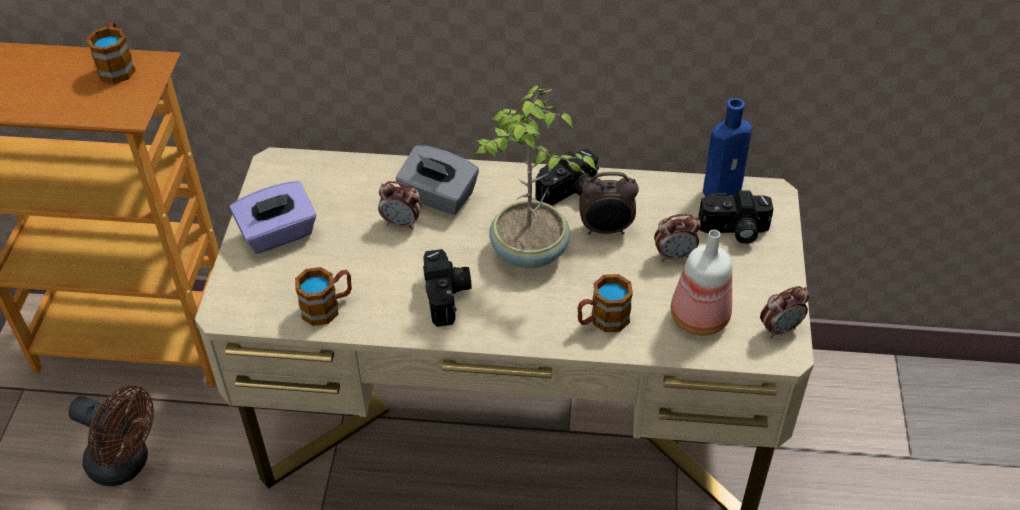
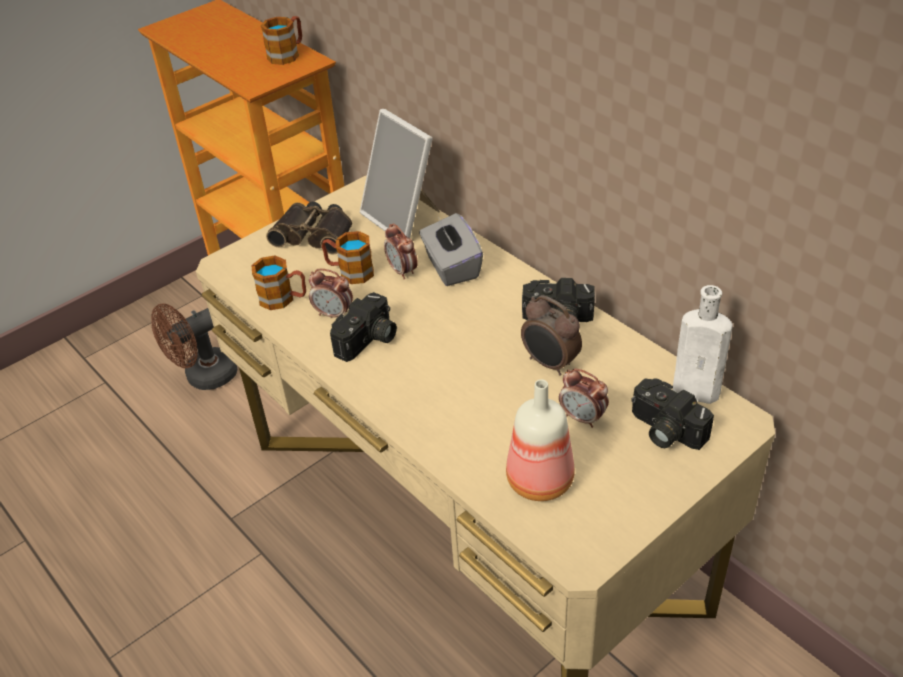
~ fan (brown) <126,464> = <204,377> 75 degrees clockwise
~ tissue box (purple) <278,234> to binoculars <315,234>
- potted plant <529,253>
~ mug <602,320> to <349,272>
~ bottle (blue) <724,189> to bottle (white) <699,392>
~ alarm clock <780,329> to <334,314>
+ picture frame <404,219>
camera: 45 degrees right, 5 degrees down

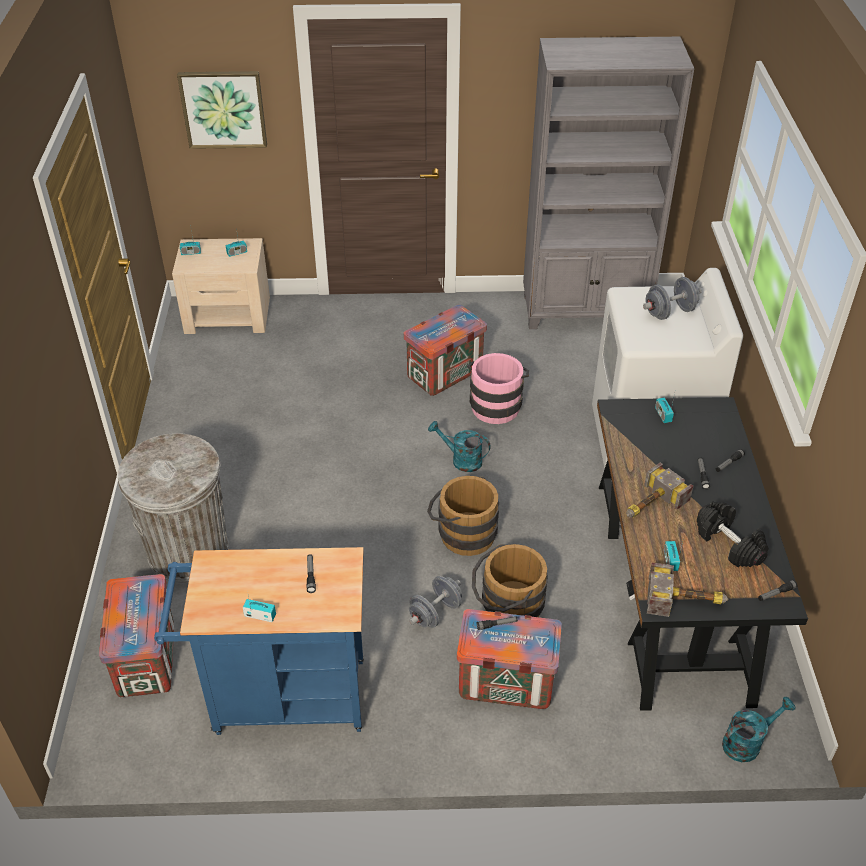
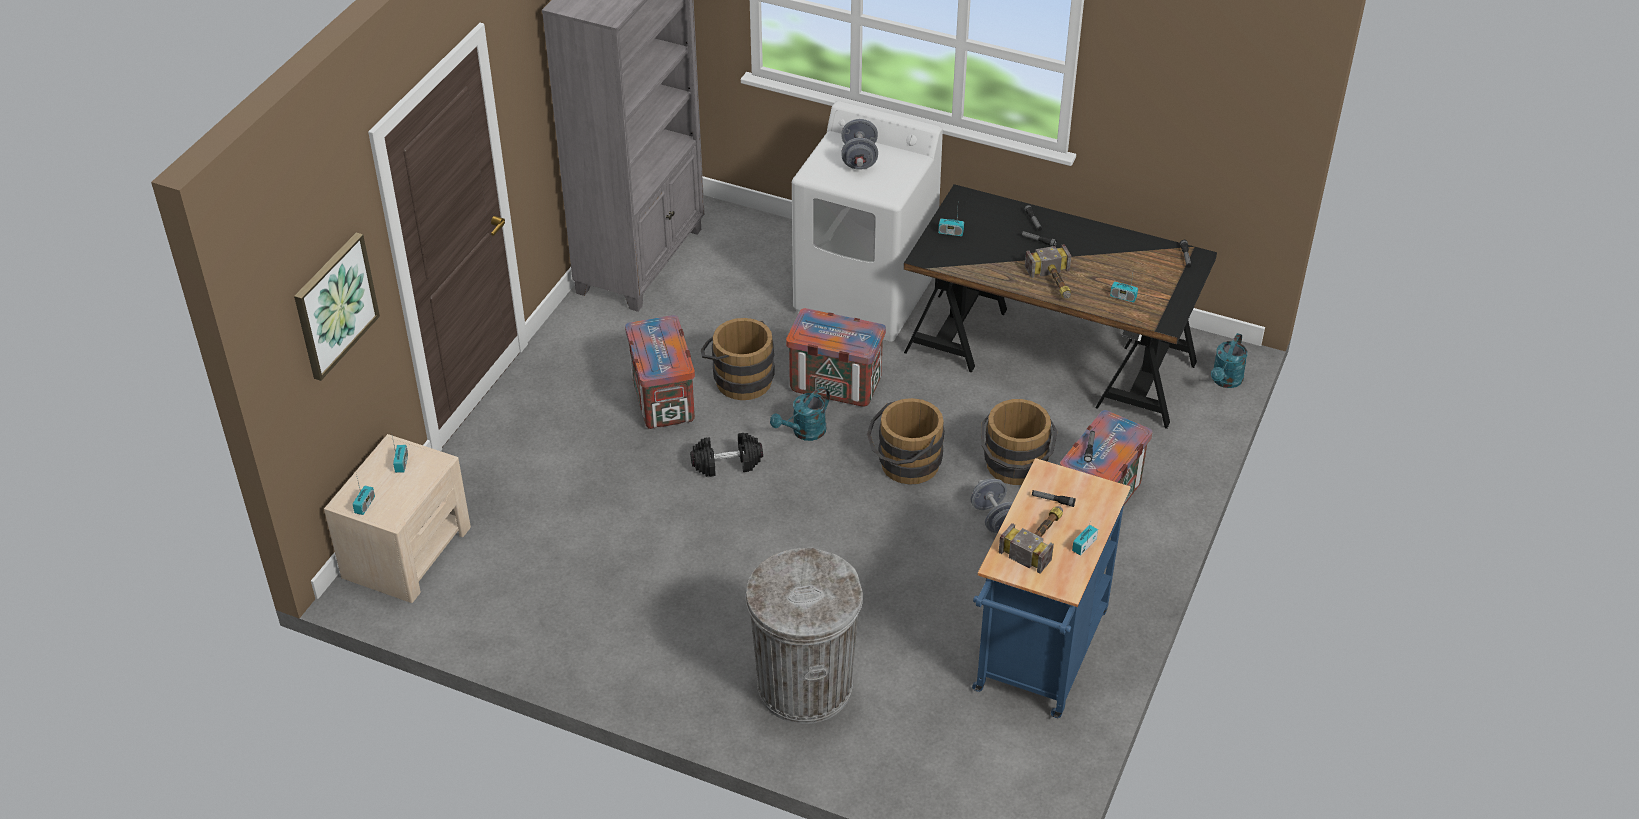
~ crate <147,659> to <834,385>
~ bucket (pink) <496,404> to bucket (brown) <739,378>
~ hammer <686,600> to <1039,539>
~ dumbbell (black) <729,544> to <727,463>
~ watering can (turquoise) <747,742> = <1225,381> 150 degrees counterclockwise
camera: 65 degrees left, 0 degrees up

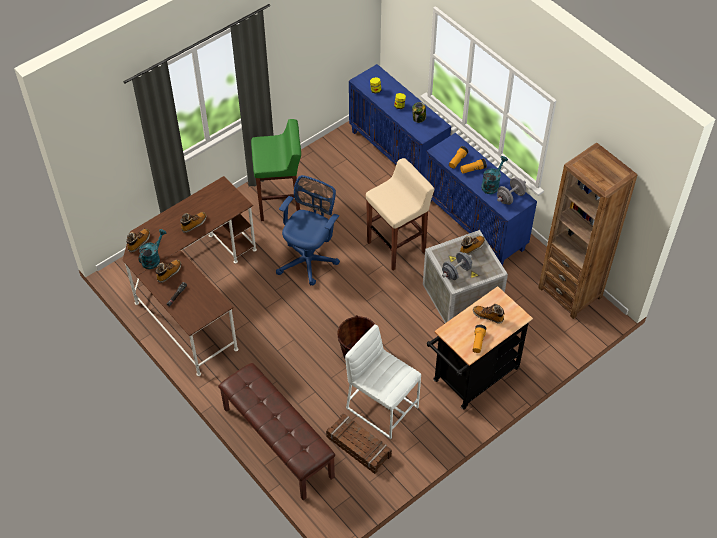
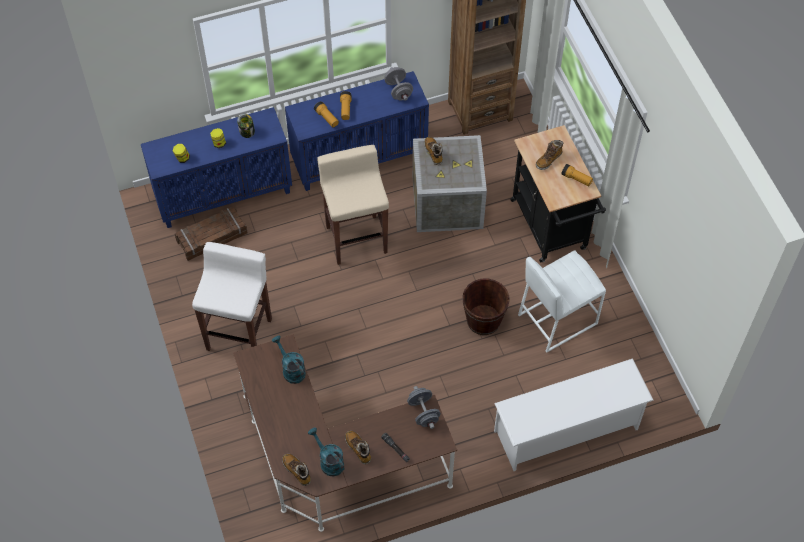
- boot <194,224>
~ bench (brown) <277,442> to shoe rack (white) <566,430>
~ stool (green) <280,203> to stool (white) <240,333>
- office chair (blue) <309,259>
~ crate <358,447> to <212,237>
~ dumbbell (grey) <456,272> to <423,413>
~ watering can (turquoise) <492,184> to <291,369>
camera: 70 degrees left, 5 degrees up

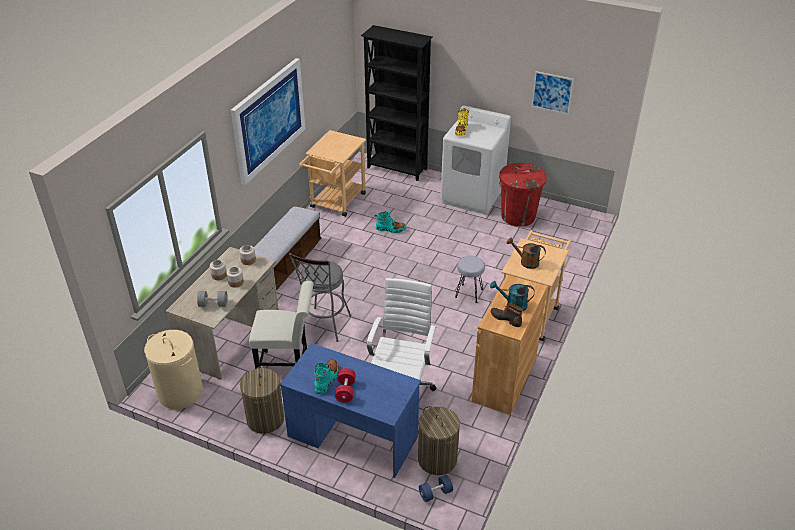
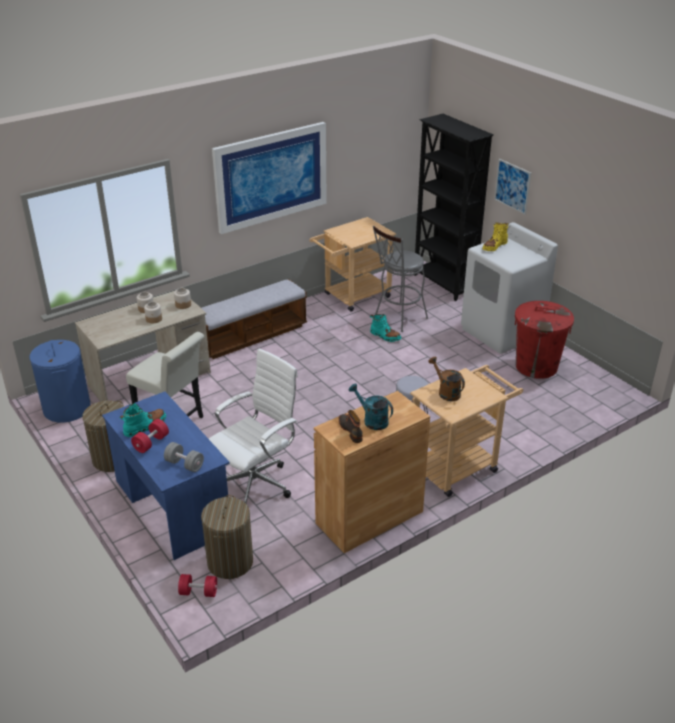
~ laundry basket (beige) <180,392> to laundry basket (blue) <66,408>
~ dumbbell (grey) <213,304> to <184,464>
~ stool (grey) <324,327> to <397,319>
~ dumbbell (blue) <435,493> to dumbbell (red) <198,592>
~ picture <552,92> to <512,186>
camera: 30 degrees right, 5 degrees down

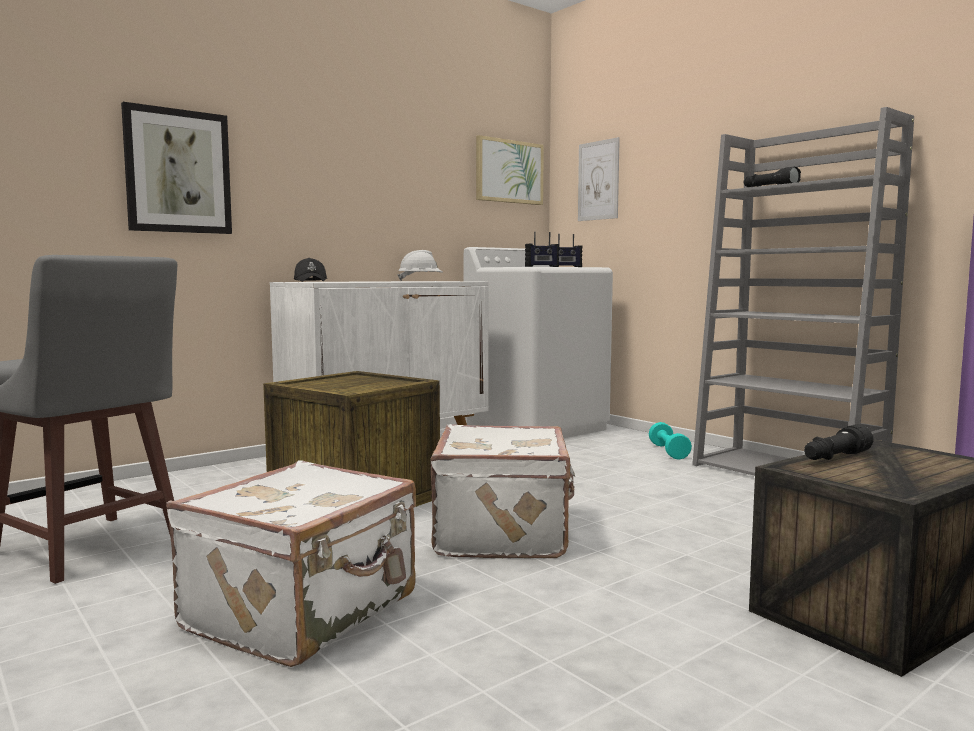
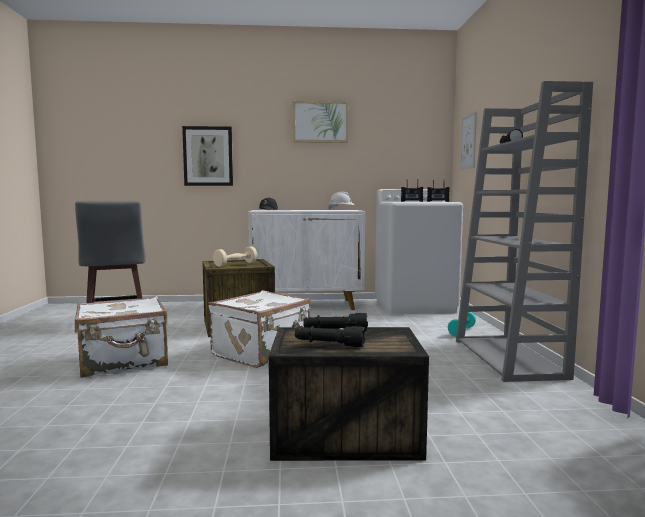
~ picture <509,171> to <320,122>
+ dumbbell (beige) <235,264>
+ flashlight (black) <329,344>
camera: 35 degrees right, 0 degrees up

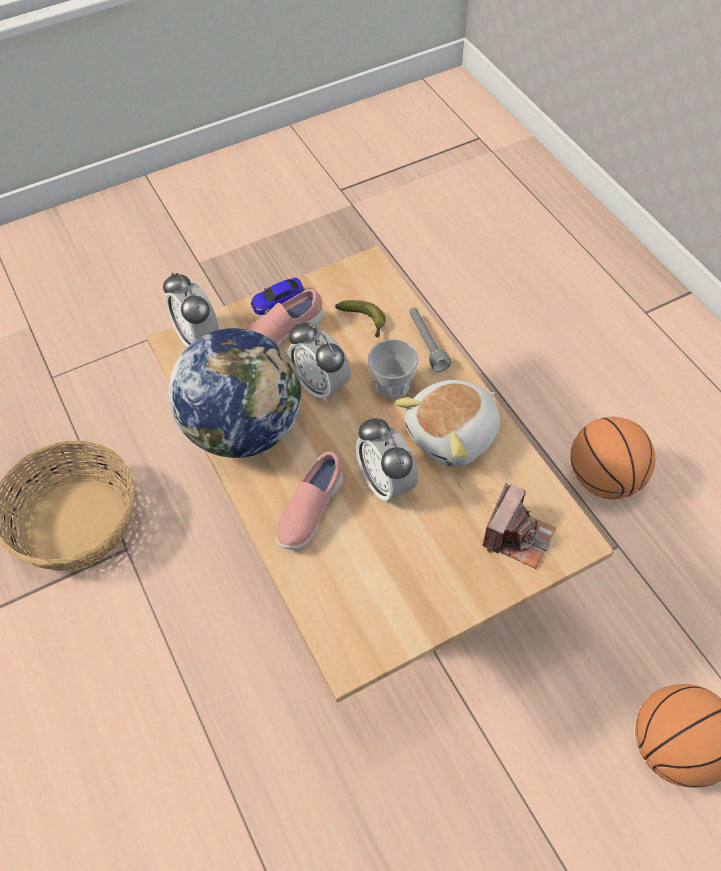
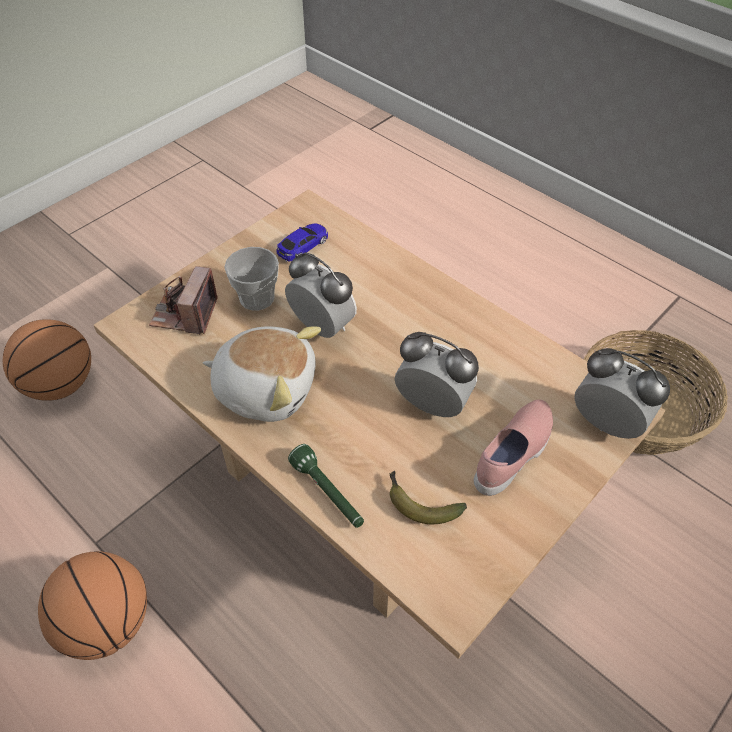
- globe <244,428>
~ toy car <278,301> to <303,247>
- shoe (pink) <309,511>
~ cup <392,385> to <257,298>
~ plush toy <453,435> = <266,388> 75 degrees clockwise
~ flashlight (grey) <426,343> to flashlight (green) <328,493>
camera: 160 degrees right, 5 degrees down

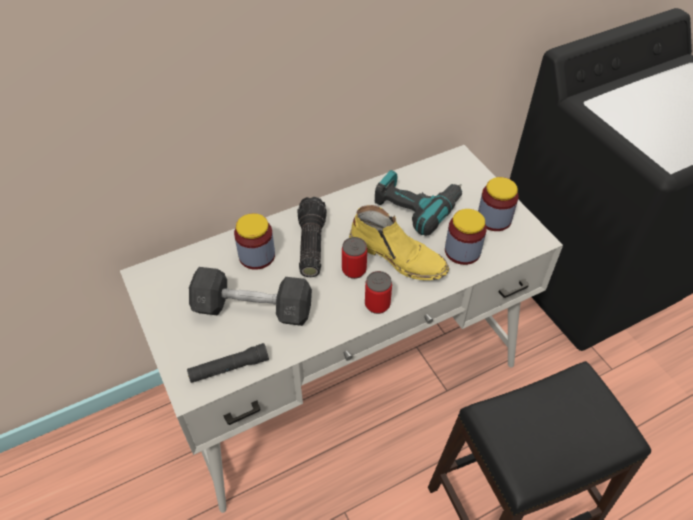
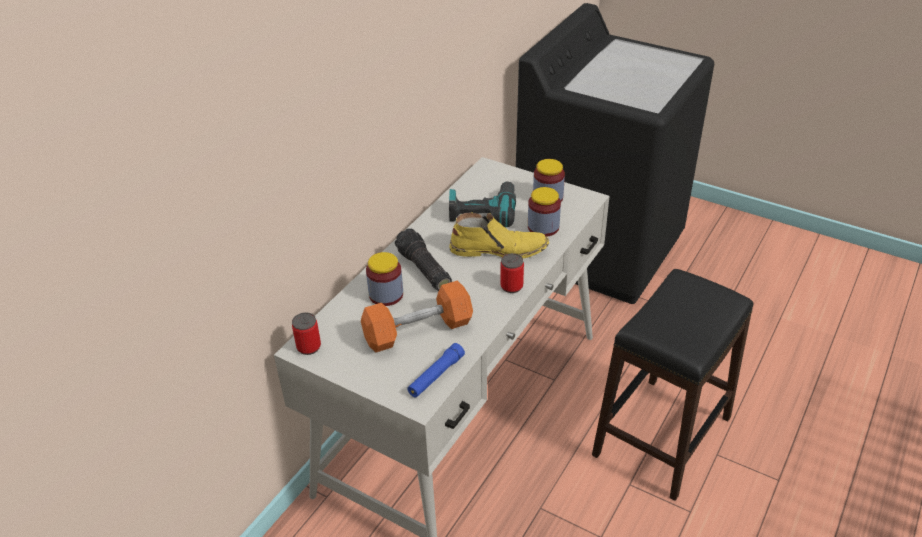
~ flashlight (black) <229,368> to flashlight (blue) <436,376>
~ dumbbell (grey) <253,309> to dumbbell (orange) <418,330>
~ can <354,270> to <309,347>
camera: 30 degrees left, 10 degrees down

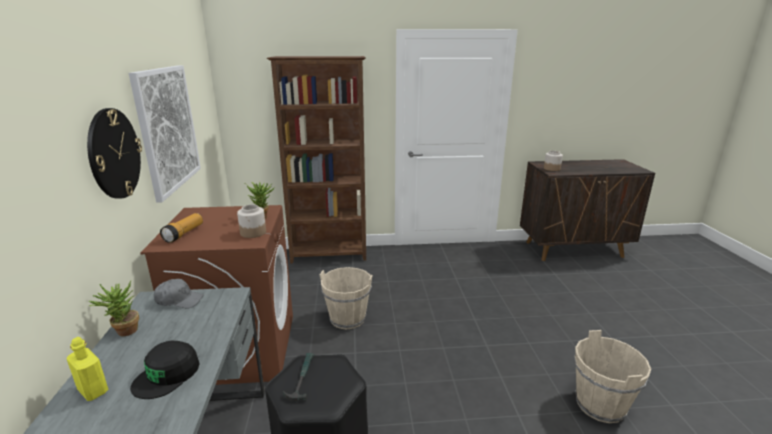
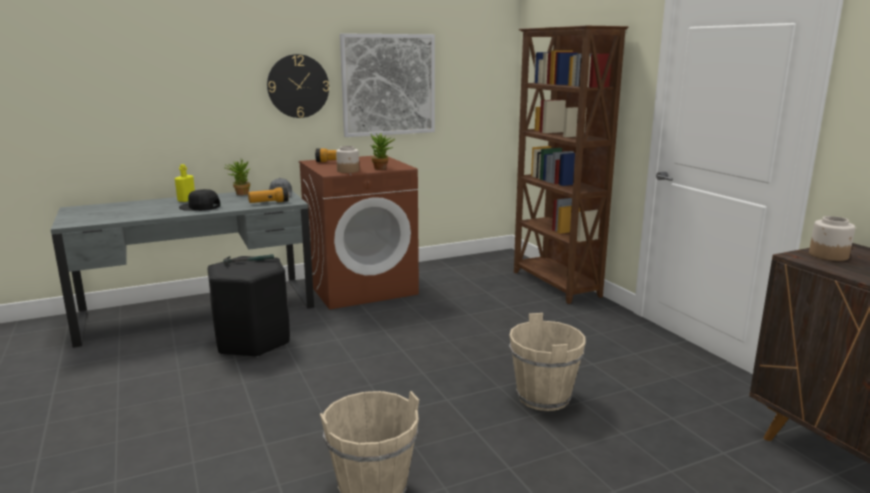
~ bucket (beige) <348,318> to <544,397>
+ flashlight <269,202>
camera: 70 degrees right, 5 degrees down

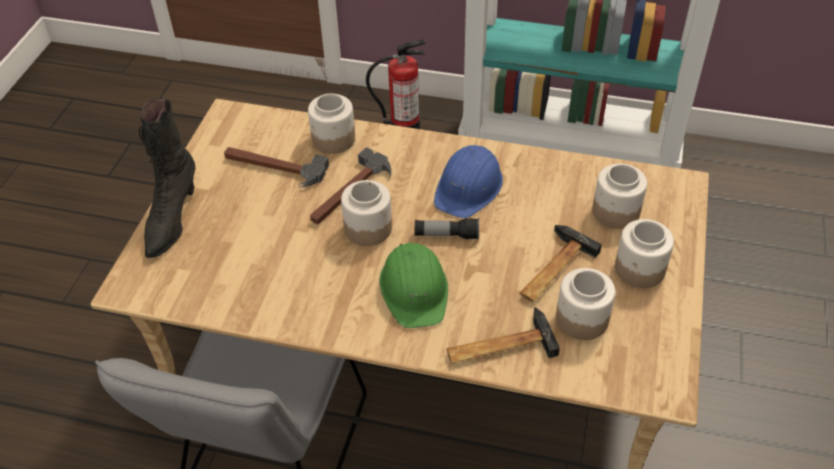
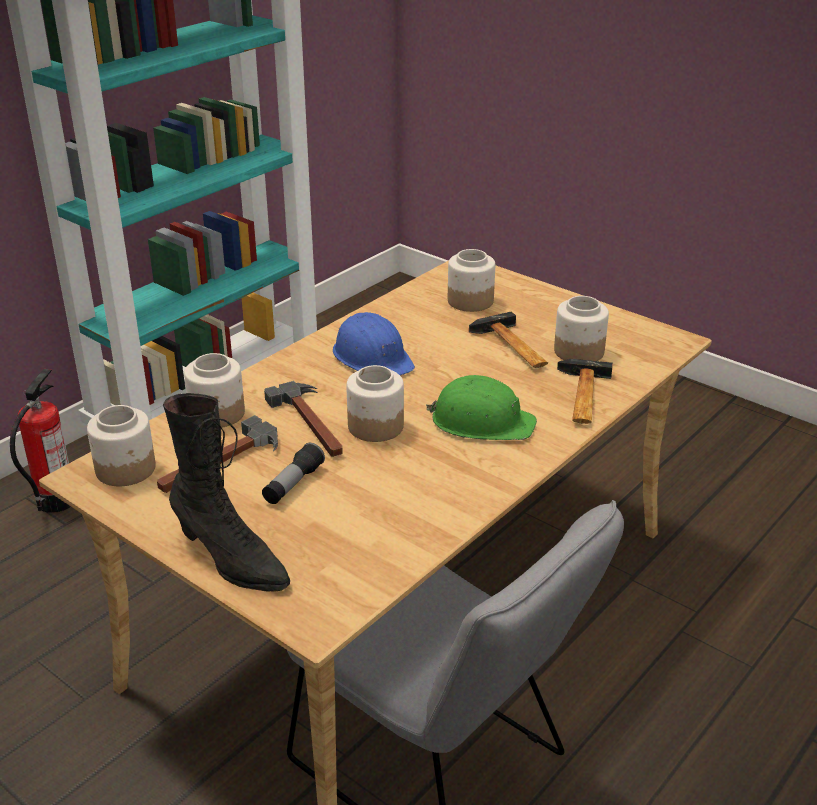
~ flashlight <446,235> to <293,484>
~ jar <640,269> to <126,469>
camera: 65 degrees left, 15 degrees down

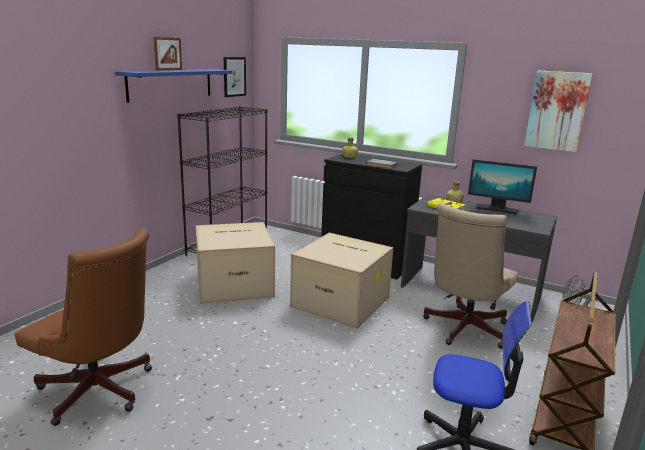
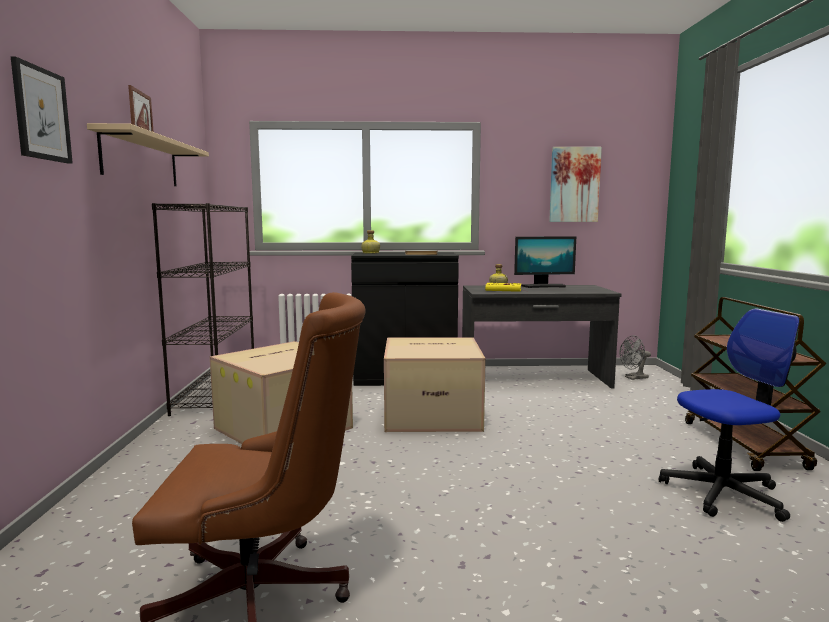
~ shelf (blue) <171,84> to shelf (beige) <141,160>
~ picture <234,76> to <41,114>
- office chair (beige) <463,330>
camera: 30 degrees left, 10 degrees down

